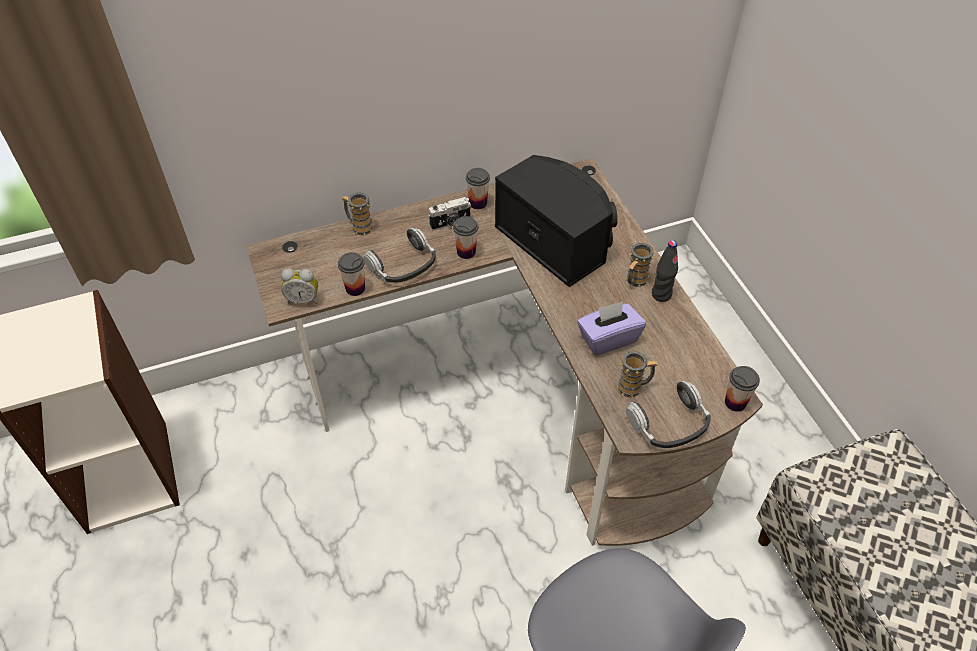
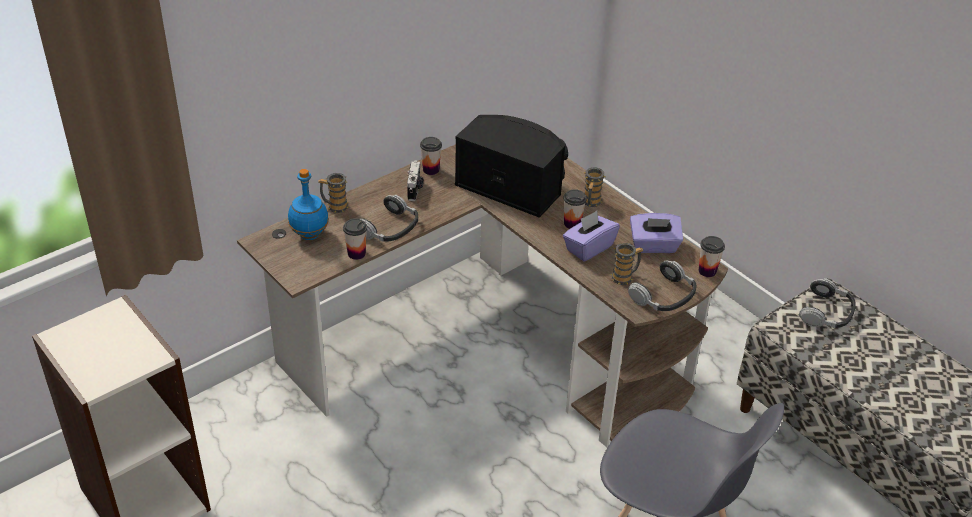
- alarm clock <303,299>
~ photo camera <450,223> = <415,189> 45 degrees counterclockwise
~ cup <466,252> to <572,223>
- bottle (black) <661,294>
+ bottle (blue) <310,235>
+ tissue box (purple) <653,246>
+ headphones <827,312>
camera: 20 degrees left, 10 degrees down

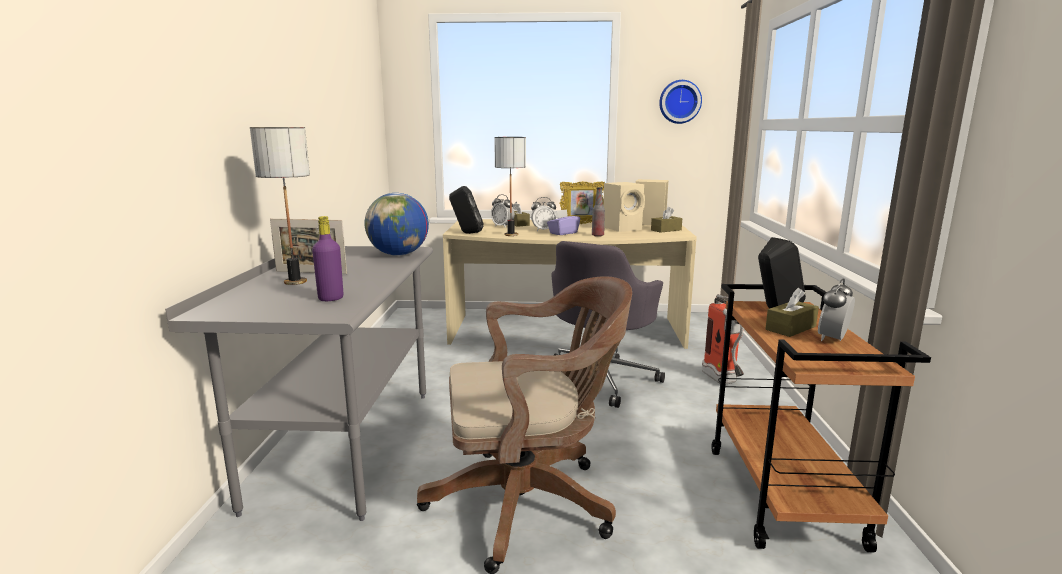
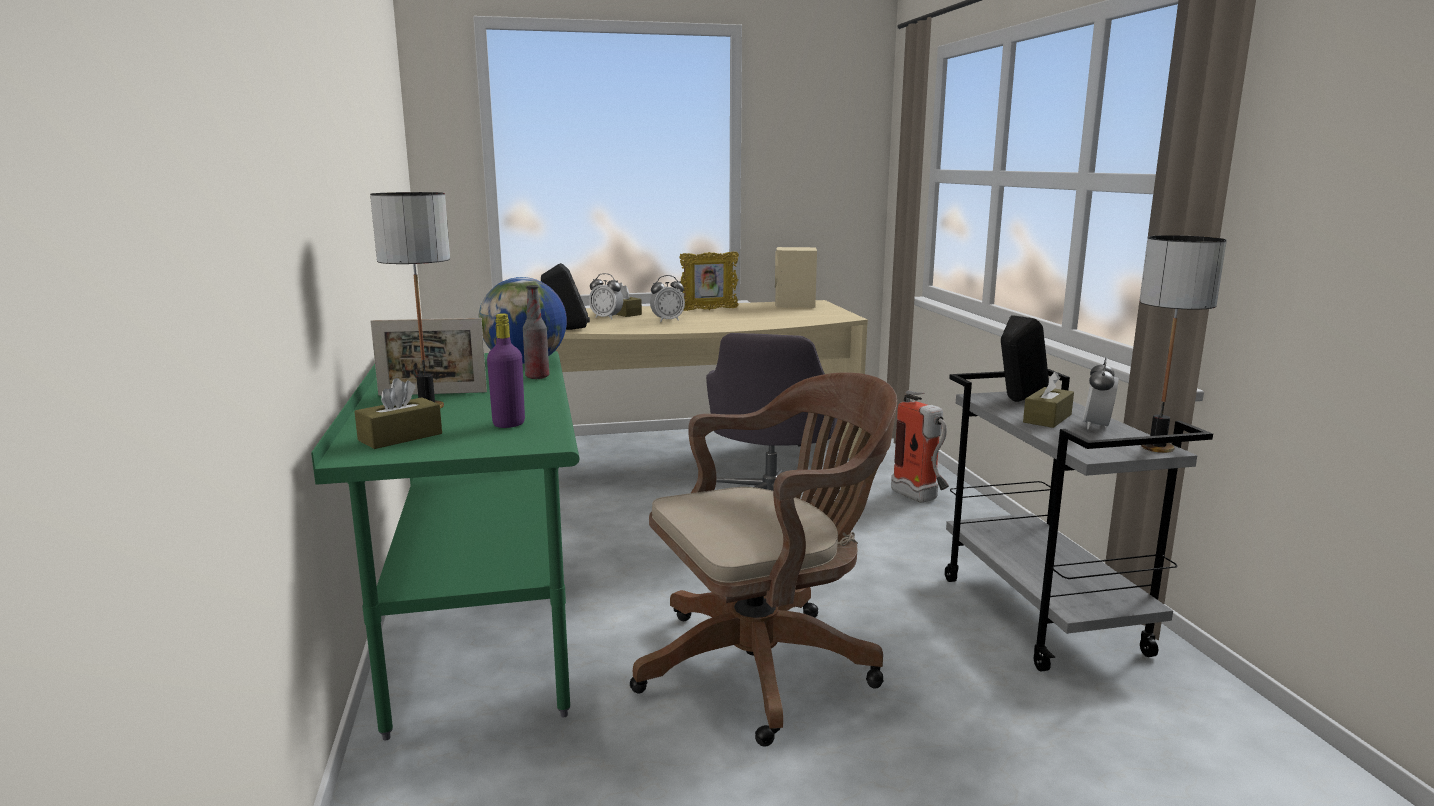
~ desk (grey) <346,446> to desk (green) <482,633>
~ table lamp <511,235> to <1156,448>
- tissue box (purple) <563,233>
~ bottle <597,235> to <537,377>
- speaker (beige) <623,228>
~ tissue box (brown) <666,230> to <400,437>
- wall clock <679,102>
~ cart (brown) <784,497> to cart (grey) <1044,616>
camera: 15 degrees left, 0 degrees up

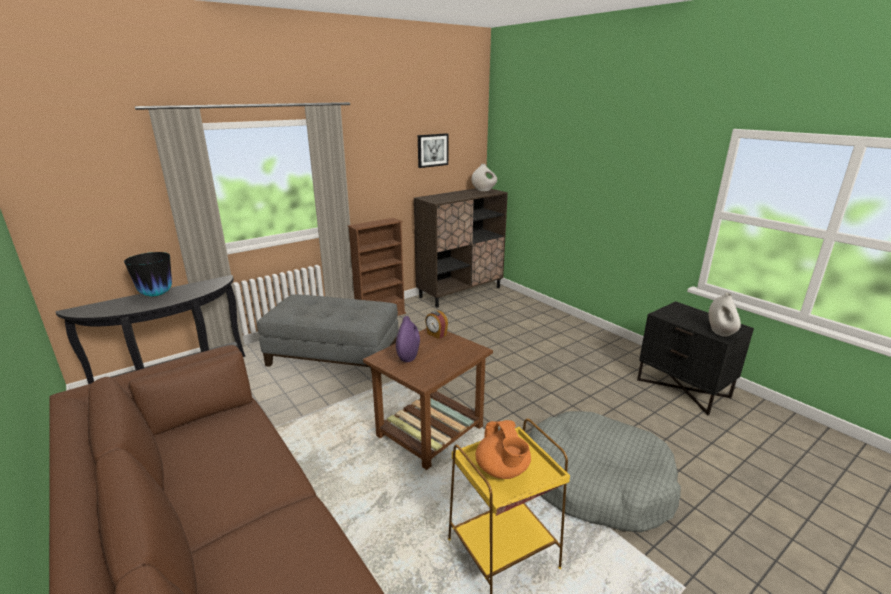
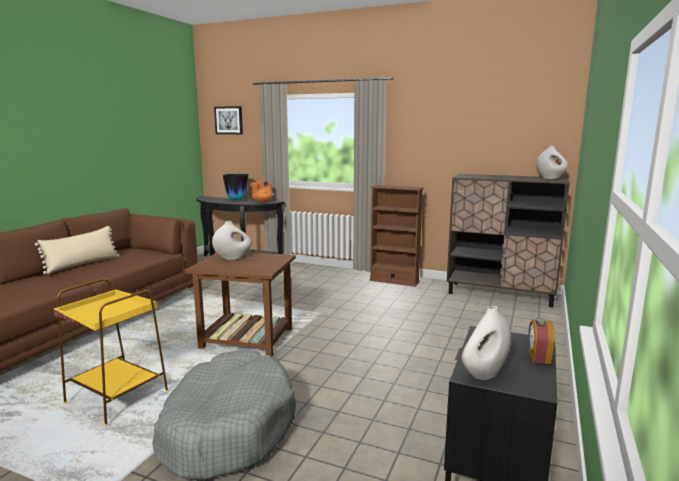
- ottoman (grey) <334,355>
~ vase (purple) <408,357> to vase (white) <232,258>
~ picture <432,150> to <229,120>
~ alarm clock <436,334> to <538,357>
~ teapot (orange) <502,470> to <261,202>
+ pillow (beige) <82,264>
camera: 60 degrees right, 10 degrees down

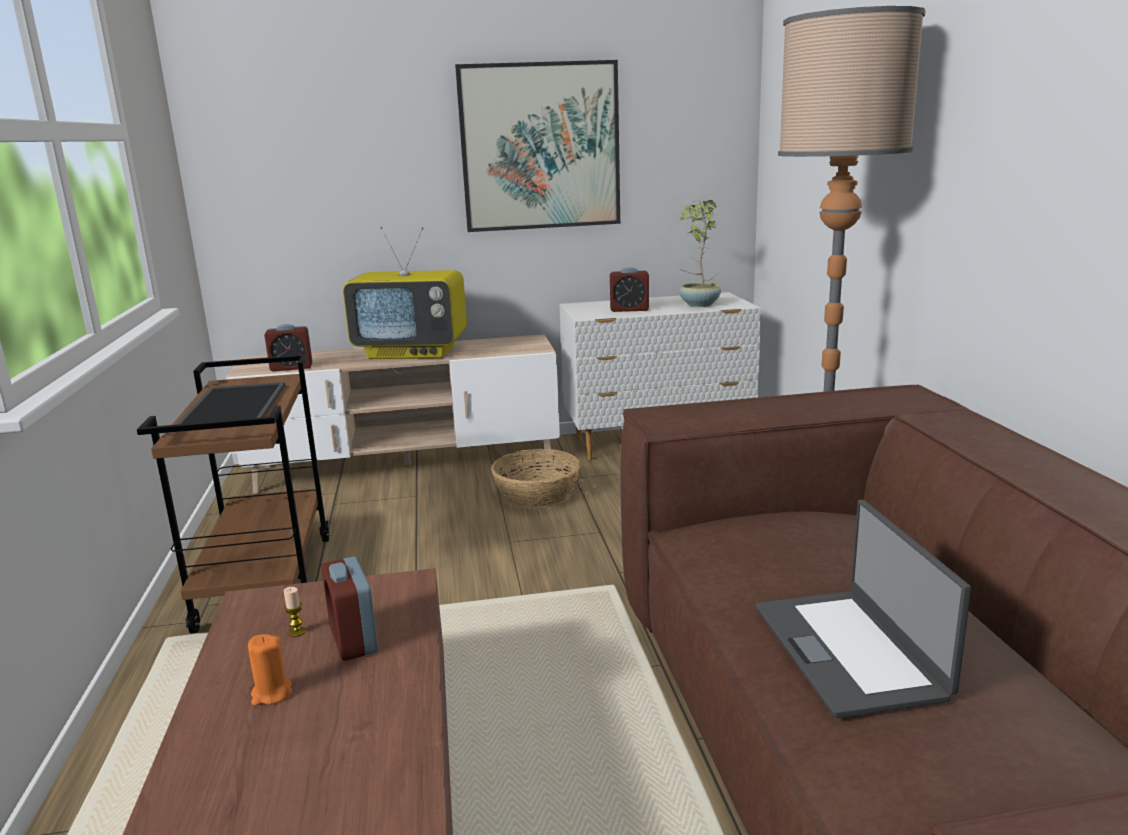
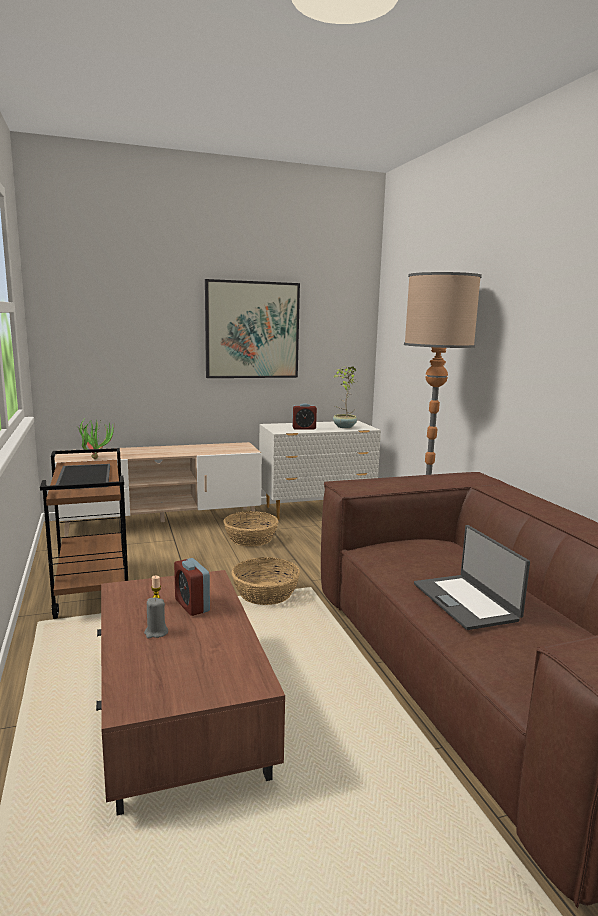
~ candle (orange) <271,694> to candle (grey) <156,633>
~ alarm clock <291,368> to potted plant <95,457>
- television <413,352>
+ basket <265,593>
camera: 10 degrees left, 5 degrees down

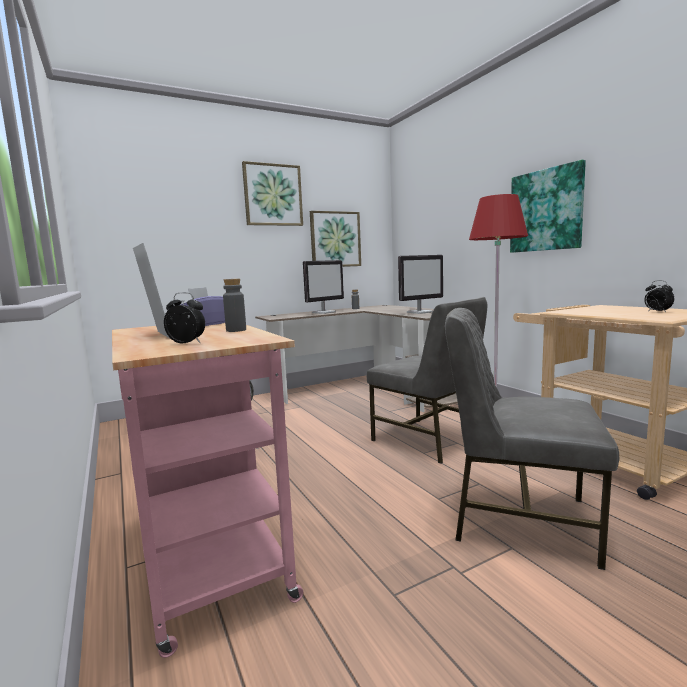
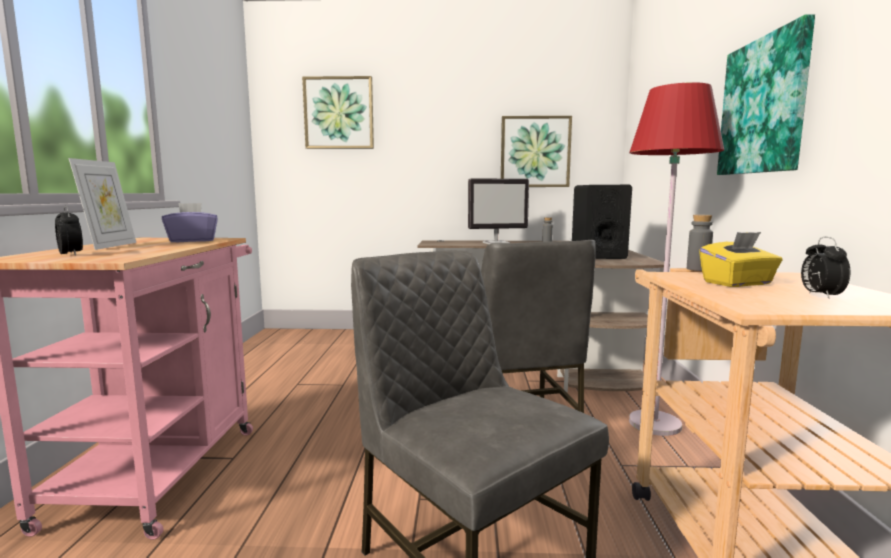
~ bottle (grey) <236,330> to <698,269>
~ picture <273,195> to <339,113>
~ monitor <420,312> to speaker (black) <597,255>
+ tissue box (yellow) <738,283>
camera: 30 degrees right, 0 degrees up

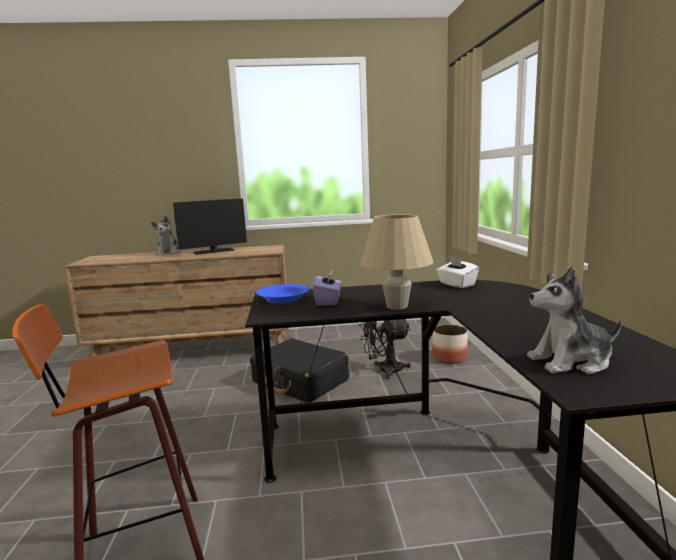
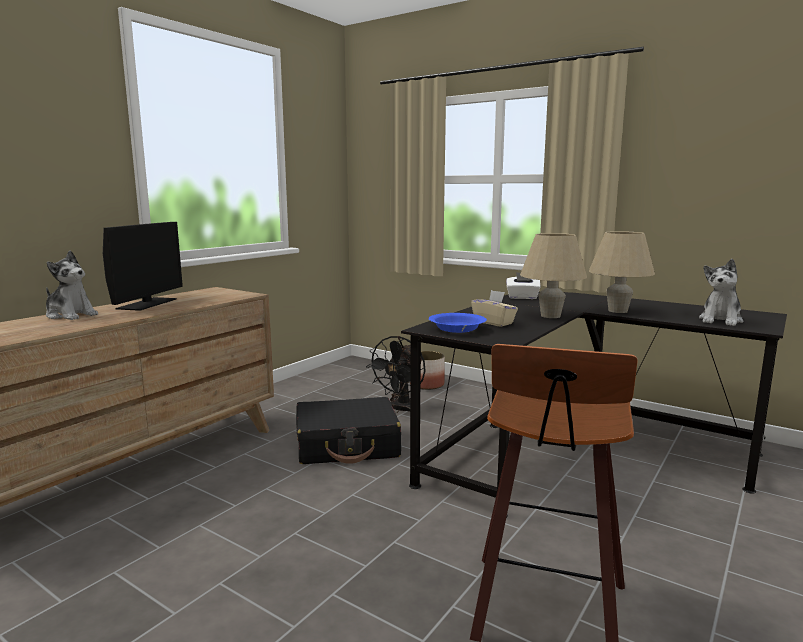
~ tissue box (purple) <328,301> to tissue box (beige) <494,322>
+ table lamp (beige) <618,311>
camera: 50 degrees left, 0 degrees up

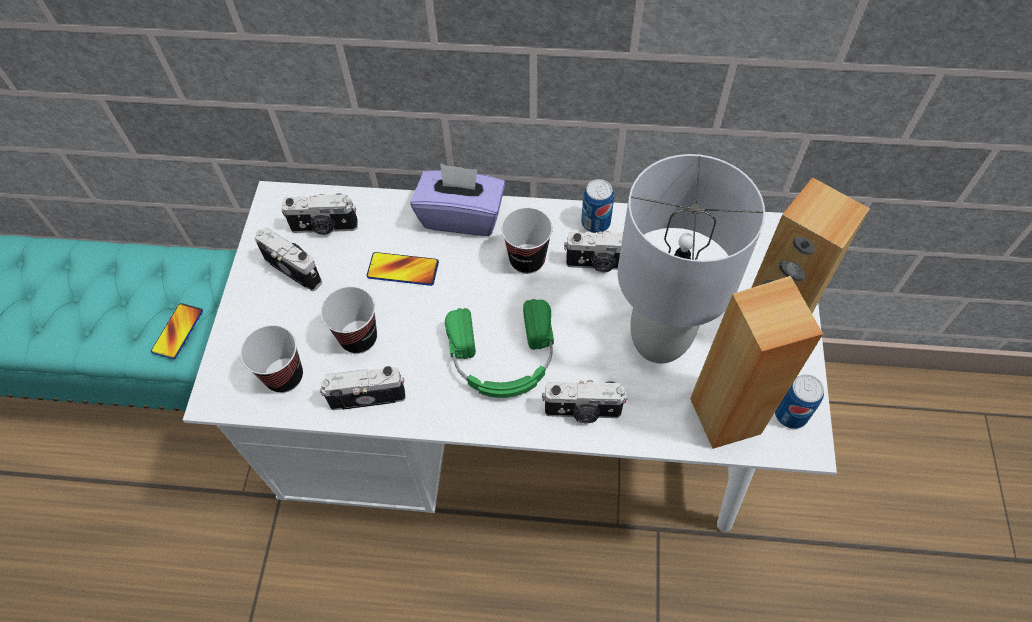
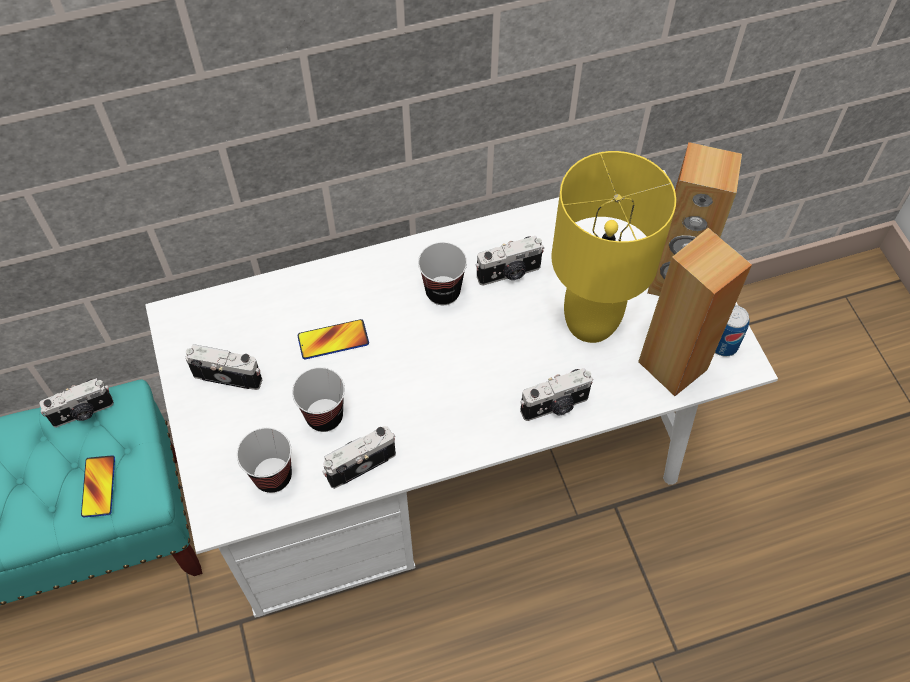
~ photo camera <324,228> to <83,413>
- tissue box (purple) <461,216>
- headphones (green) <503,358>
- can <595,222>
~ table lamp (grey) <660,340> to table lamp (yellow) <591,322>
camera: 25 degrees left, 0 degrees up

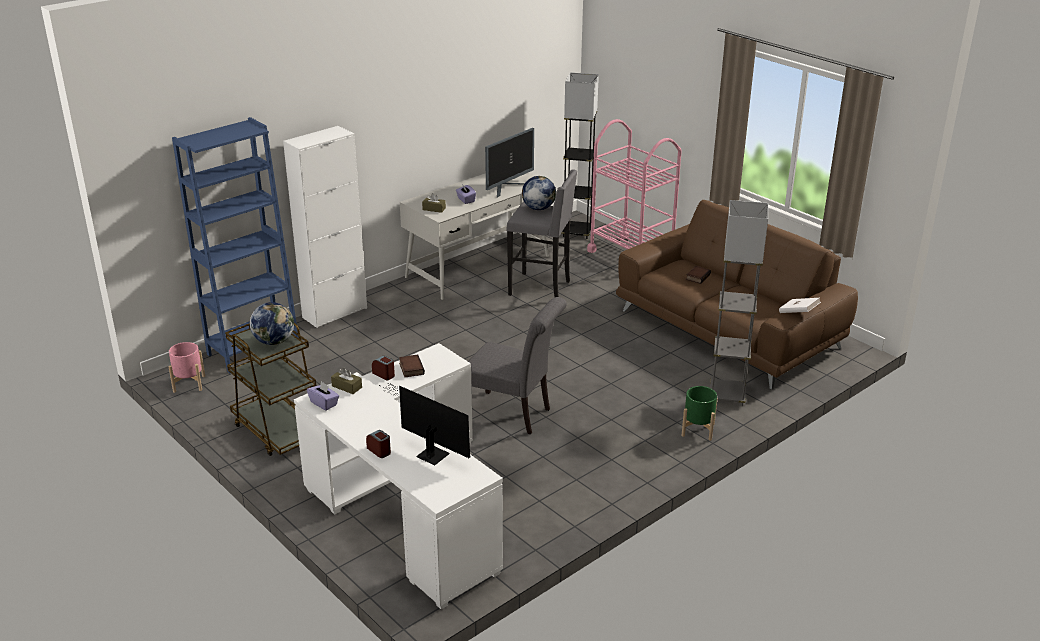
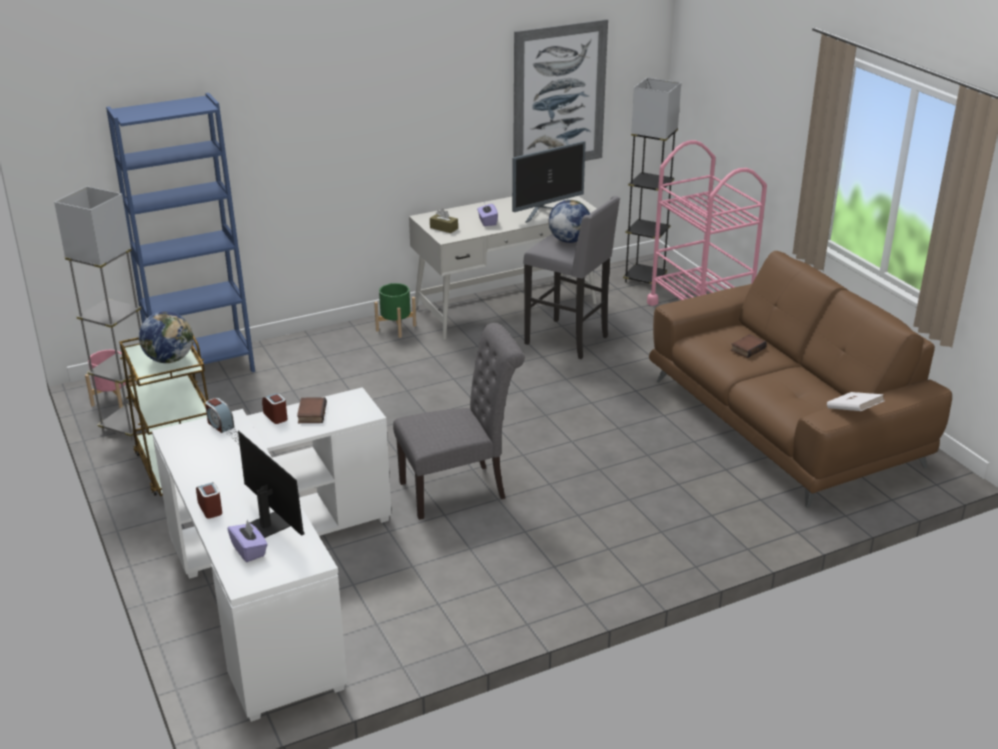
- cabinet (white) <335,313>
~ tissue box (purple) <324,403> to <249,550>
~ tissue box (brown) <347,387> to alarm clock <220,425>
~ chair (grey) <513,414> = <459,489> 60 degrees counterclockwise
~ planter (green) <698,430> to <396,328>
~ floor lamp (grey) <727,396> to <129,426>
+ picture <559,97>
camera: 15 degrees right, 0 degrees up

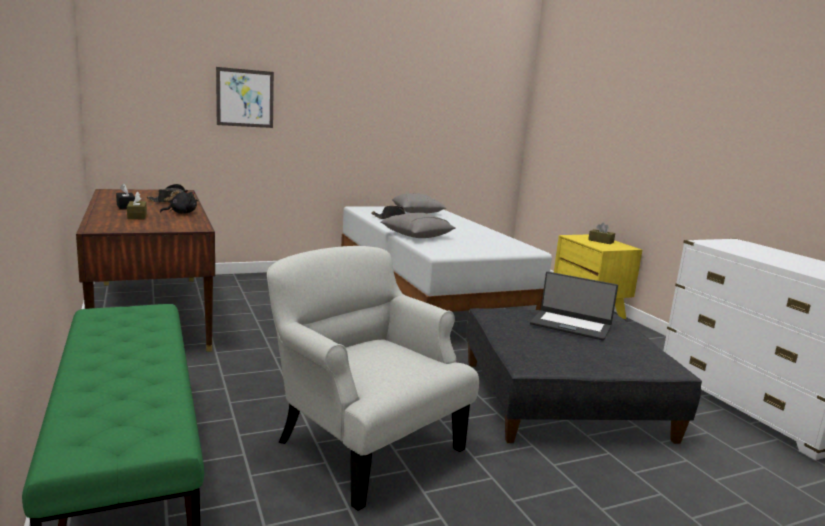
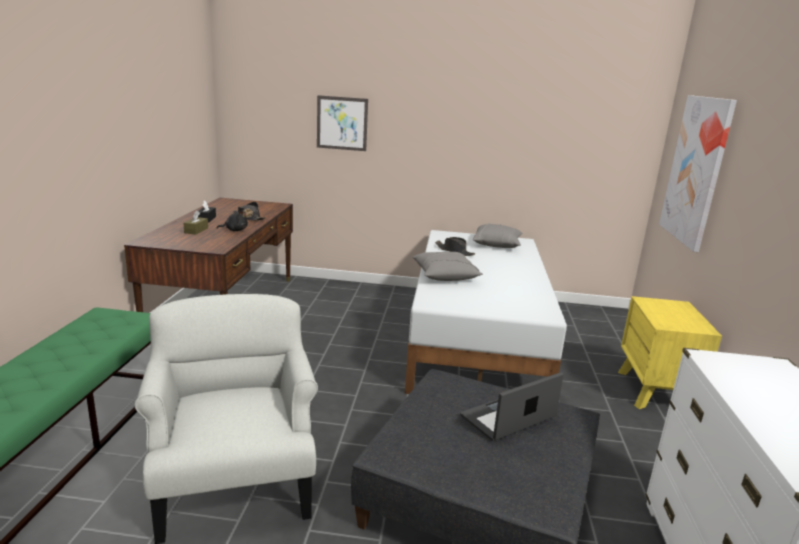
~ laptop <570,325> = <508,417> 90 degrees clockwise
- tissue box (brown) <601,241>
+ picture <696,170>
camera: 30 degrees right, 5 degrees up

